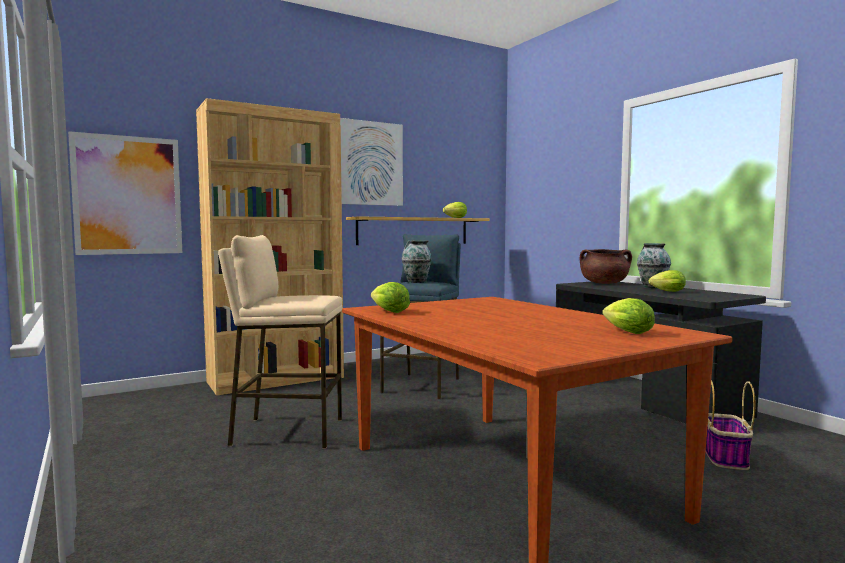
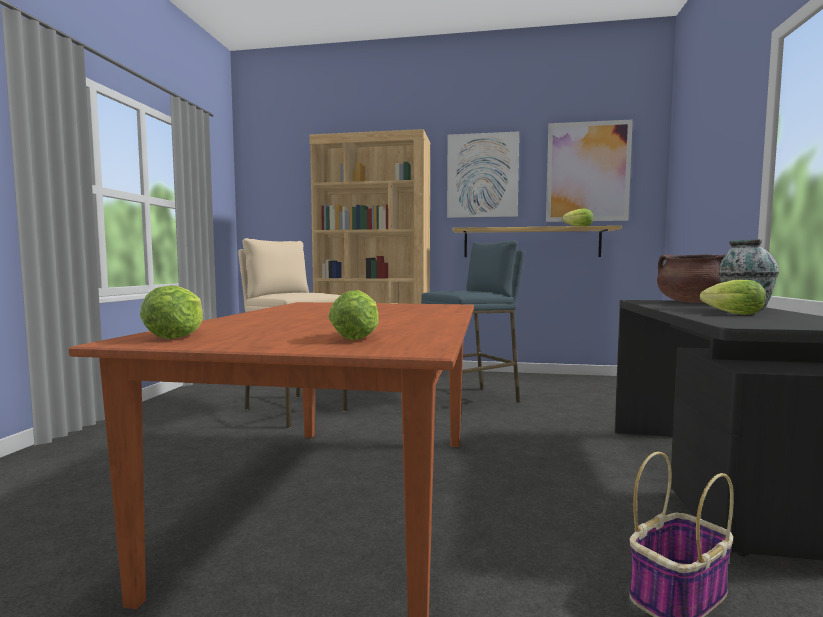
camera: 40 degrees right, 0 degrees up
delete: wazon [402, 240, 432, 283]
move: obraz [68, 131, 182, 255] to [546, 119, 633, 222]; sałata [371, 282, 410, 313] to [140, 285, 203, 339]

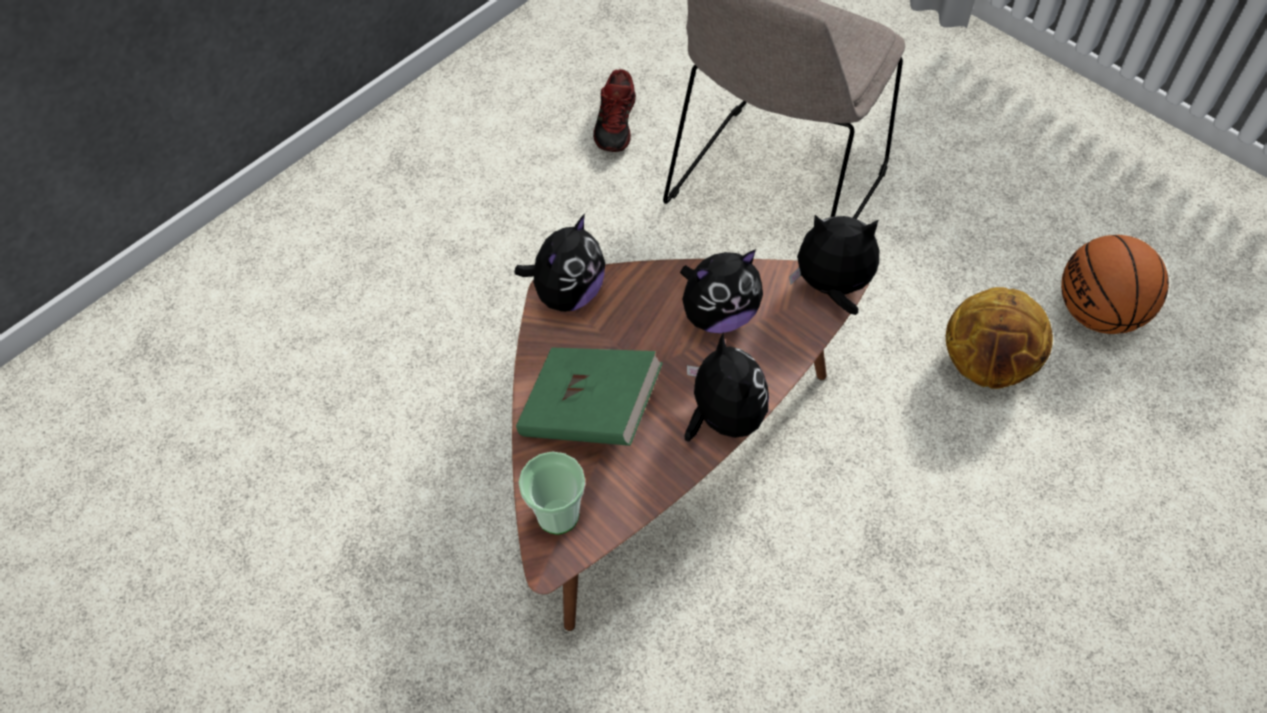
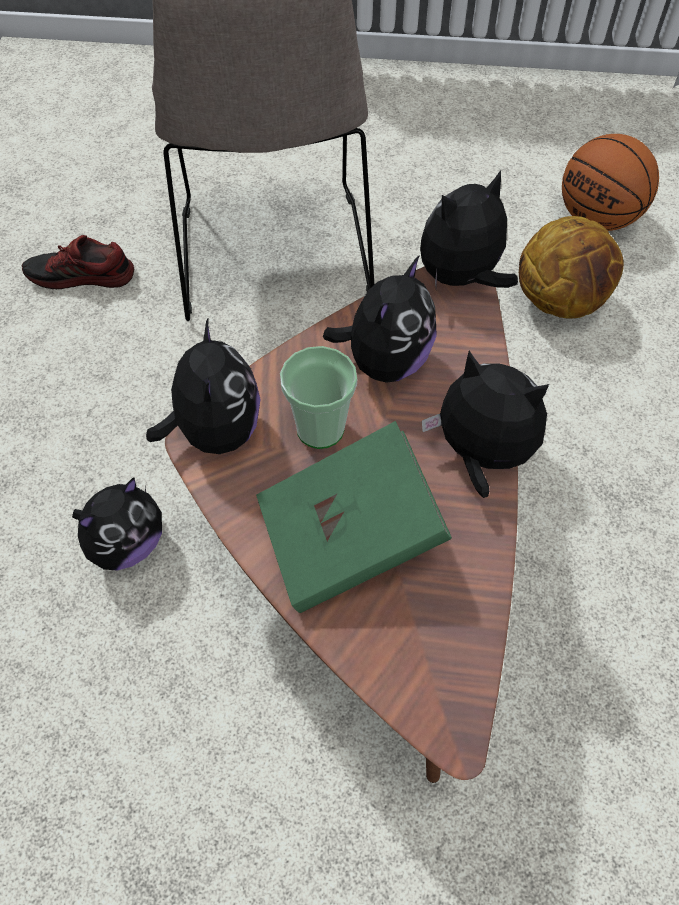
camera: 40 degrees left, 0 degrees up
insert: pluszak [72, 477, 162, 571]
move: filiżanka [518, 451, 585, 535] to [280, 346, 357, 449]
rotate: but [593, 69, 636, 152] = [22, 235, 134, 289] 120 degrees clockwise

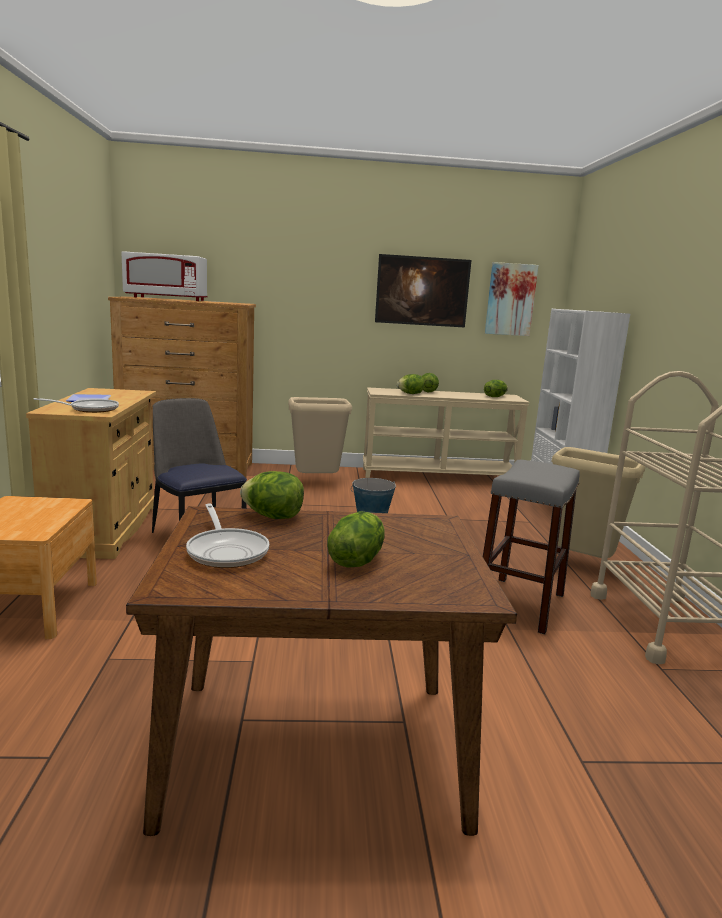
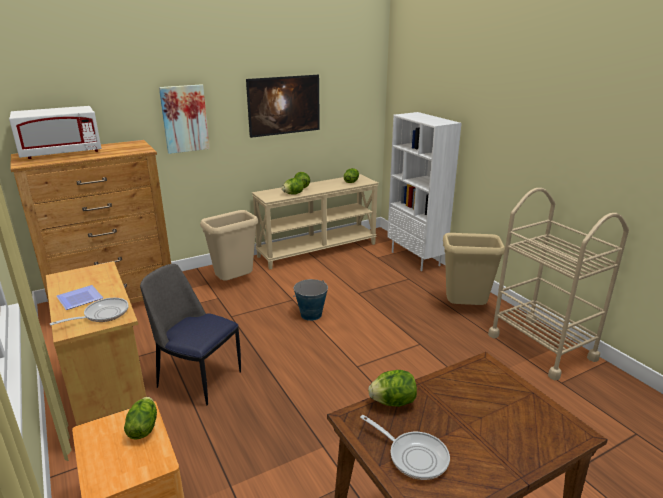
camera: 25 degrees left, 10 degrees up
delete: stołek (szary) [483, 460, 580, 634]
move: obraz [485, 262, 539, 336] to [159, 84, 210, 154]; sałata [327, 511, 384, 568] to [124, 397, 157, 439]

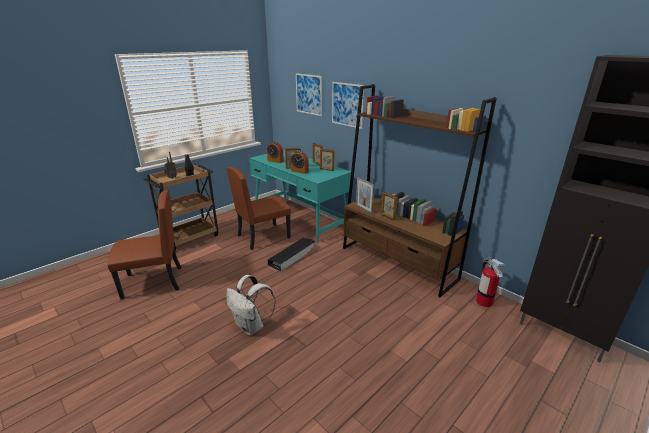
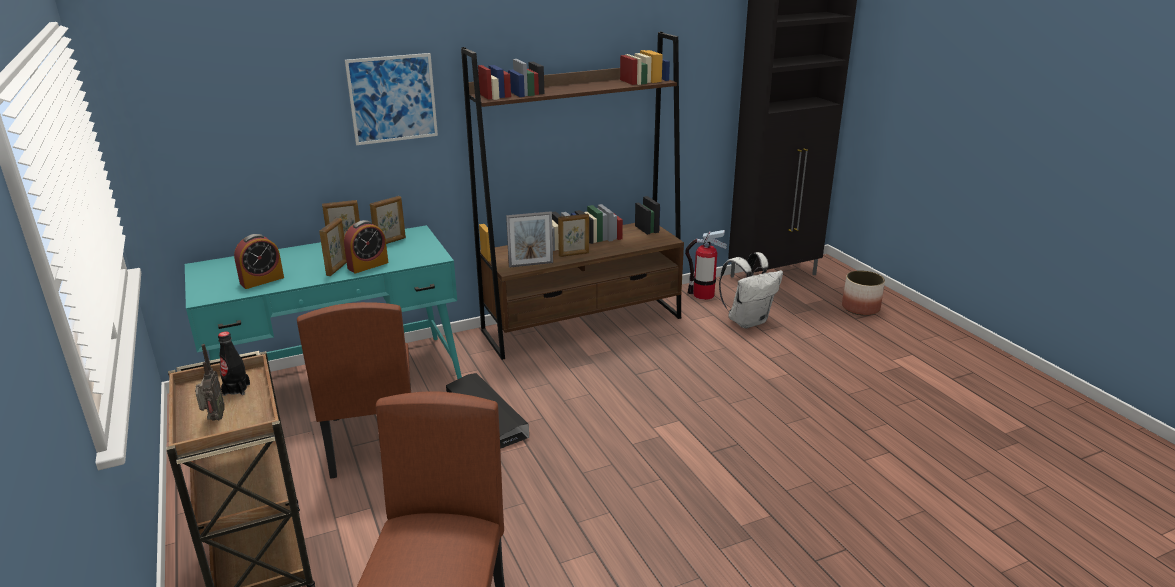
camera: 70 degrees left, 0 degrees up
delete: obraz [296, 73, 322, 116]
insert: donica [842, 270, 885, 316]
move: plecak (biały) [226, 275, 276, 335] to [719, 252, 783, 328]

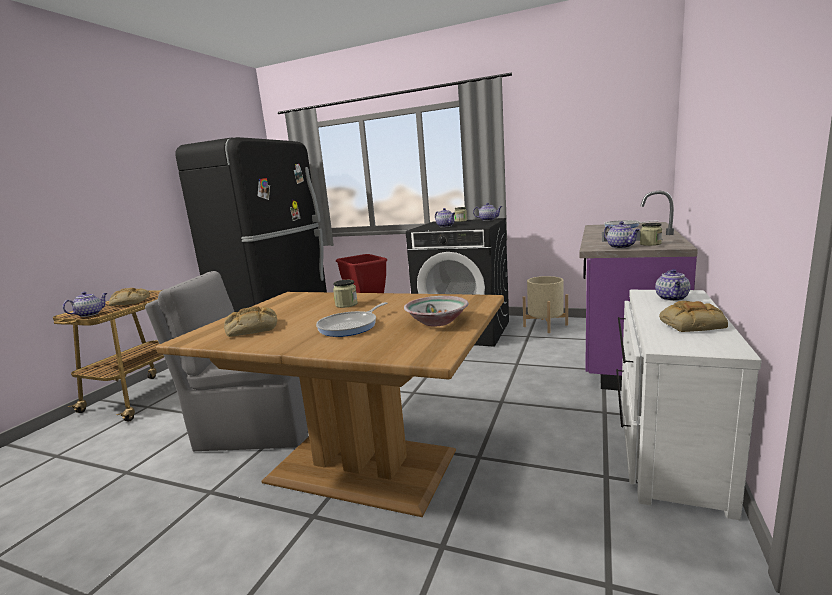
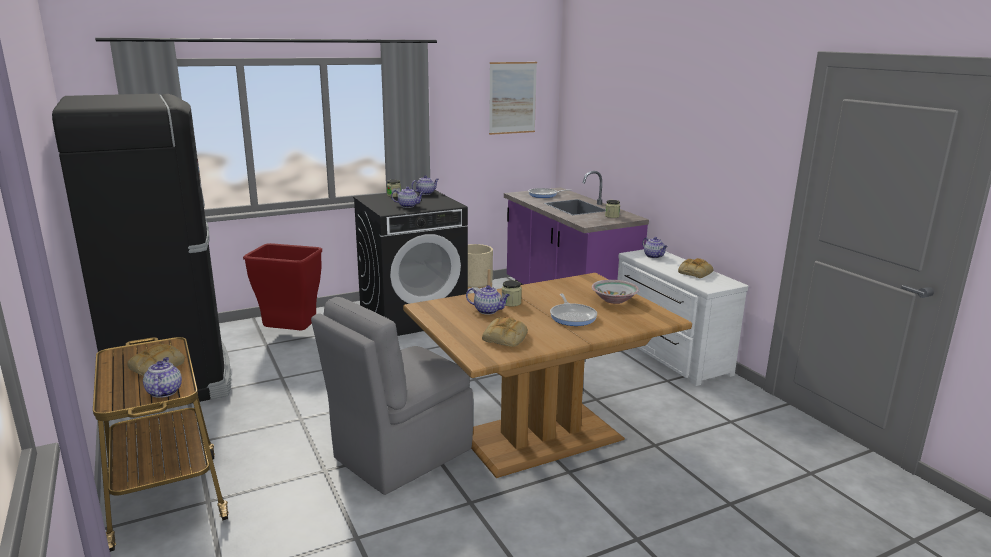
camera: 50 degrees left, 5 degrees up
insert: obraz [489, 62, 537, 135]
move: imbryk [604, 221, 640, 248] to [466, 285, 510, 315]

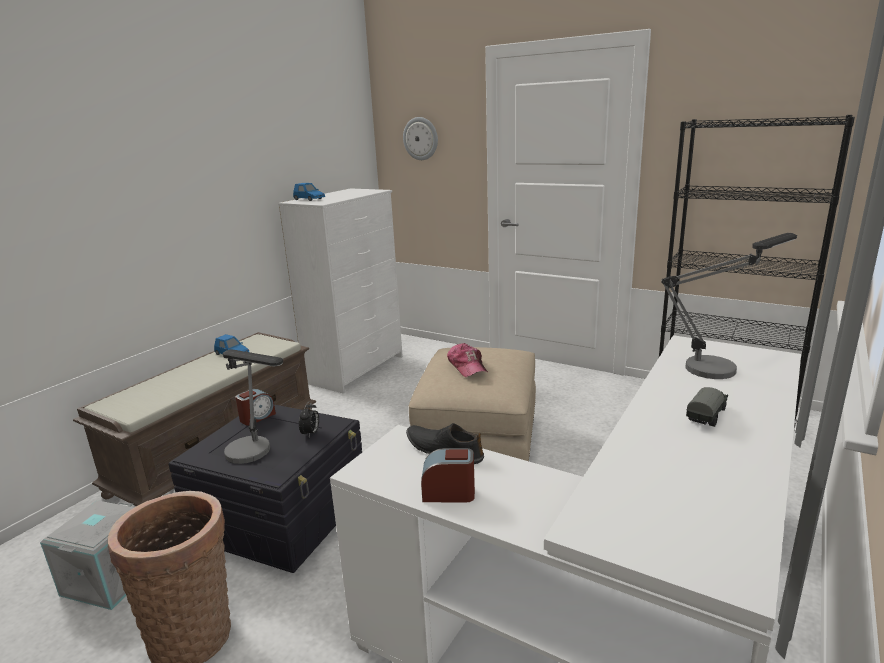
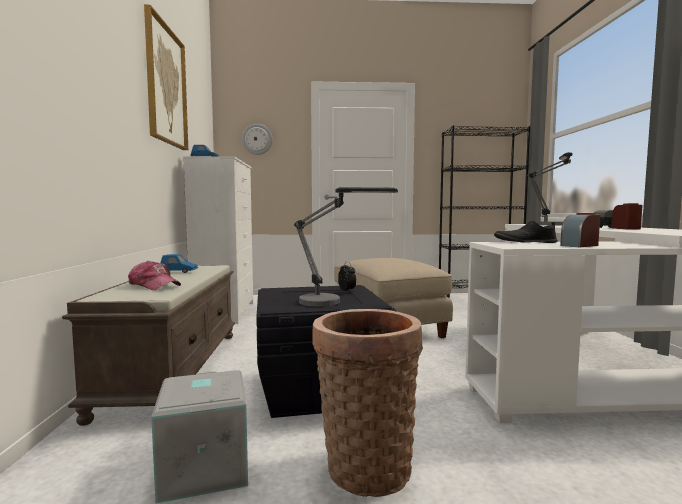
camera: 35 degrees left, 15 degrees down
insert: obraz [144, 5, 188, 150]
move: czapka z daszkiem [447, 343, 488, 377] to [128, 261, 181, 290]; budzik [235, 389, 276, 426] to [611, 203, 643, 229]

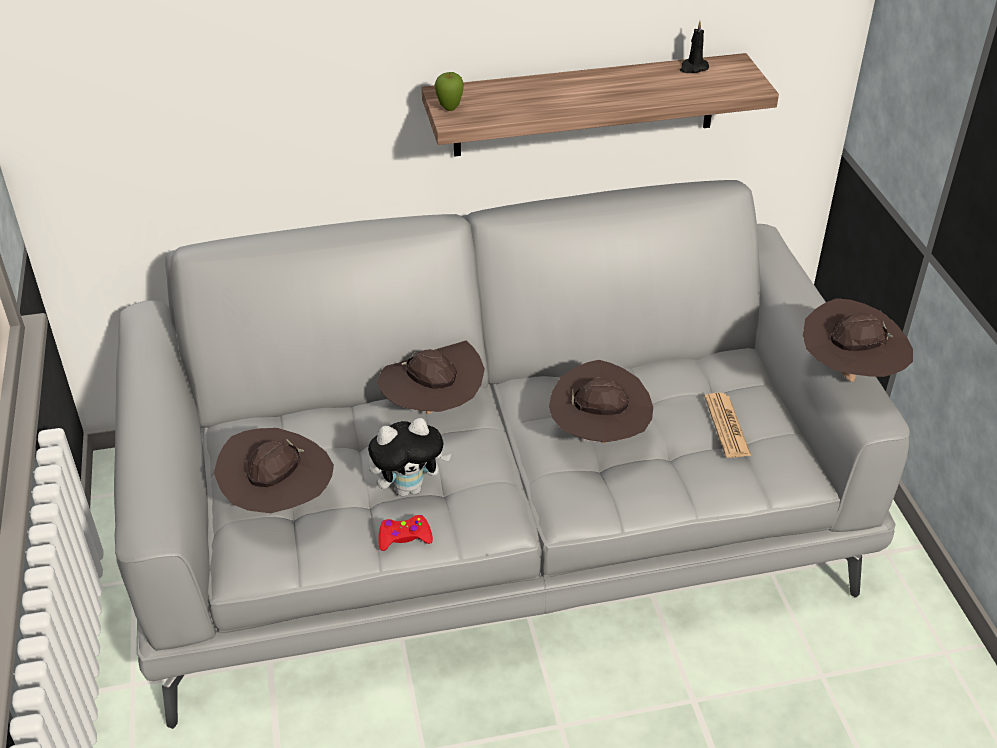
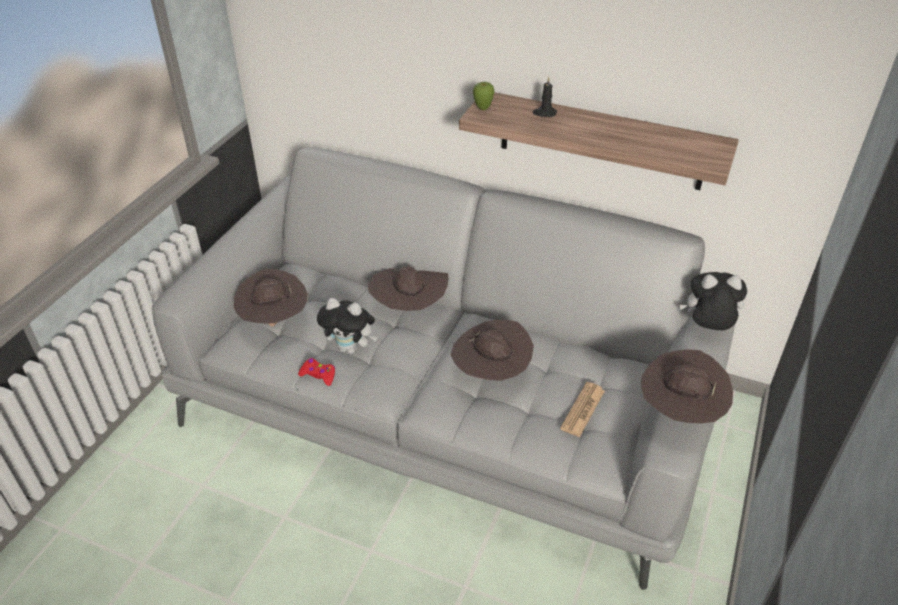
camera: 35 degrees right, 0 degrees up
insert: pluszak [679, 272, 747, 330]
move: świeca (czarny) [680, 21, 709, 73] to [533, 77, 557, 117]

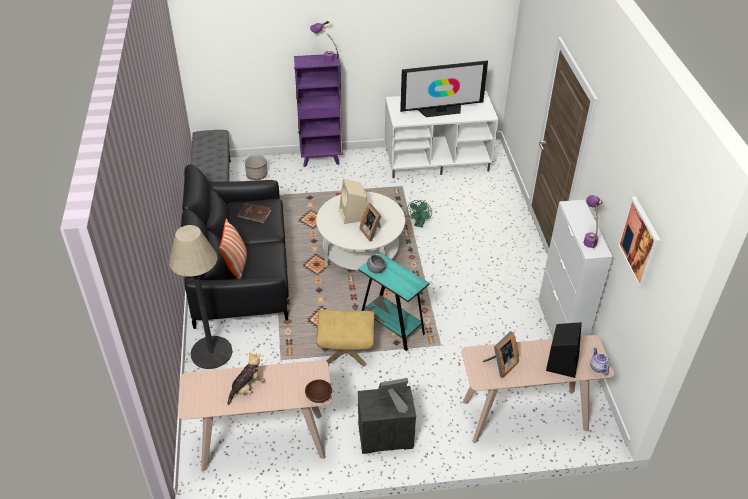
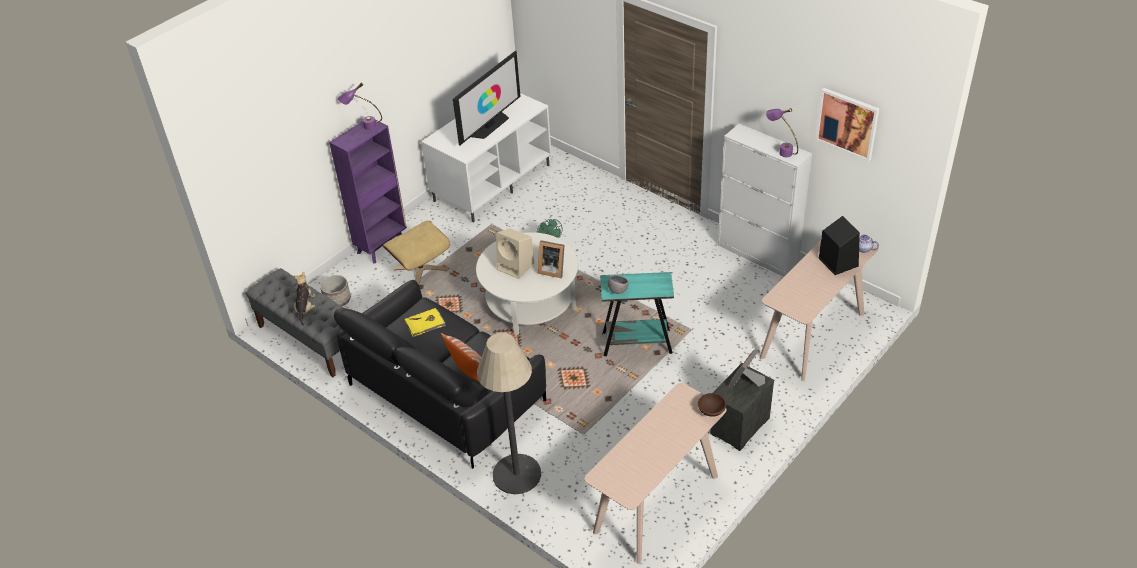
camera: 40 degrees left, 0 degrees up
delete: ramka na zdjęcie [483, 331, 519, 378]
move: pufa (beżowy) [316, 310, 375, 367] to [383, 221, 450, 284]; pluszak [228, 352, 265, 405] to [294, 272, 315, 326]
recolor: książka (brązowy) [238, 203, 271, 223] to książka (żółty) [405, 308, 446, 337]

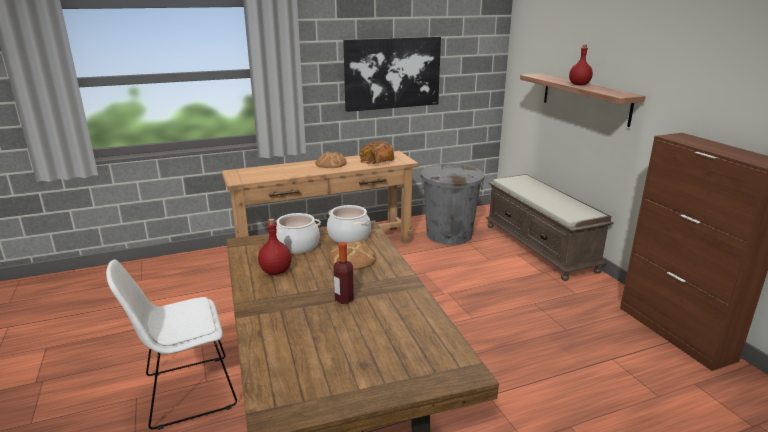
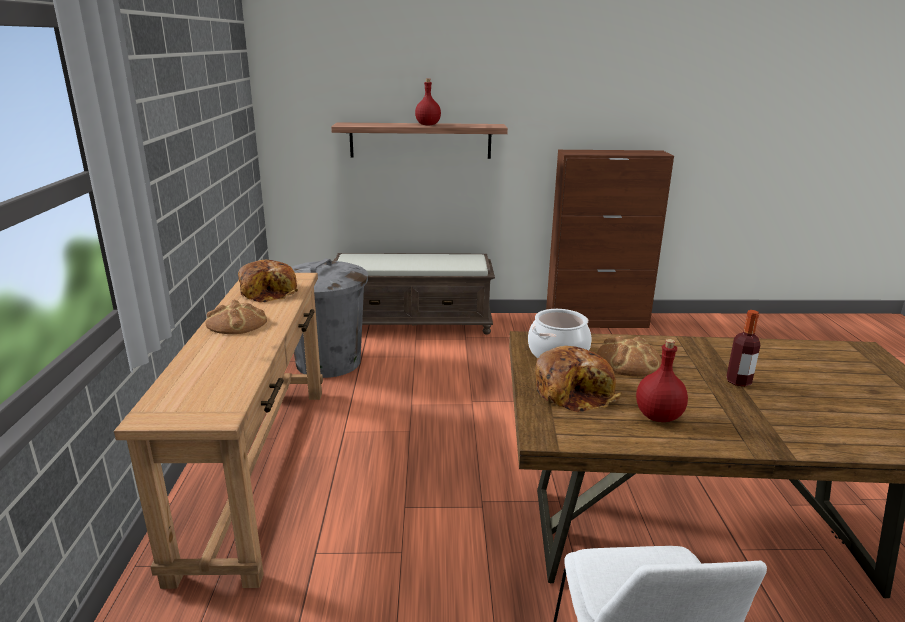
camera: 70 degrees left, 0 degrees up
delete: obraz [343, 36, 441, 112]
replace: garnek [276, 213, 321, 254] to chleb [535, 346, 622, 412]

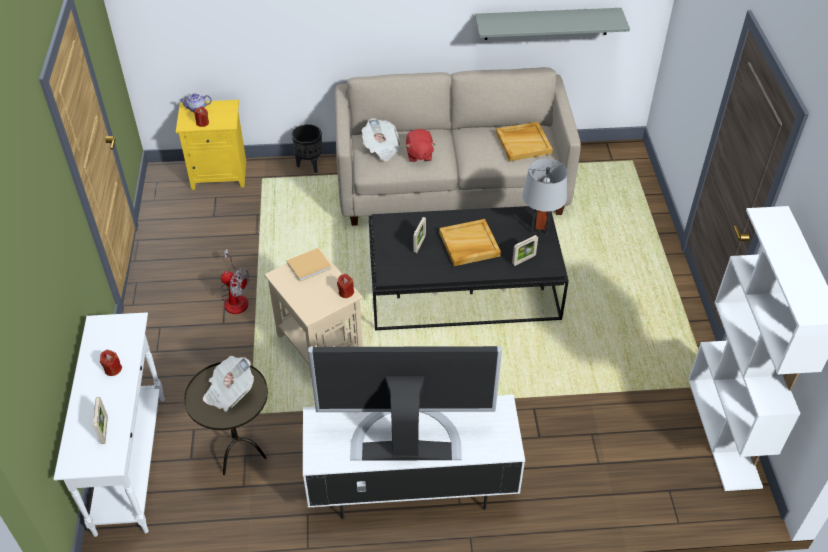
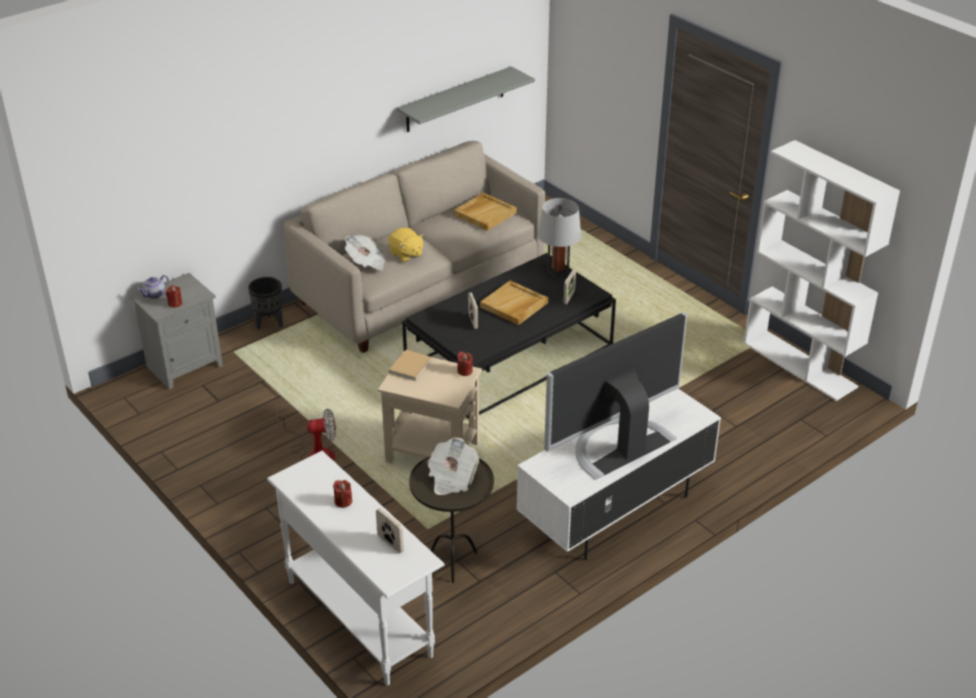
camera: 35 degrees left, 10 degrees down
recolor: szafka nocna (żółty) [176, 100, 246, 190] to szafka nocna (szary) [130, 273, 223, 389]; pluszak (czerwony) [406, 129, 435, 162] to pluszak (żółty) [388, 228, 424, 262]

